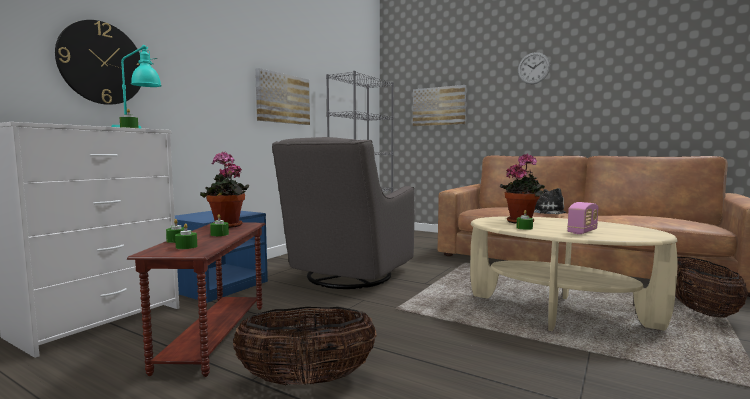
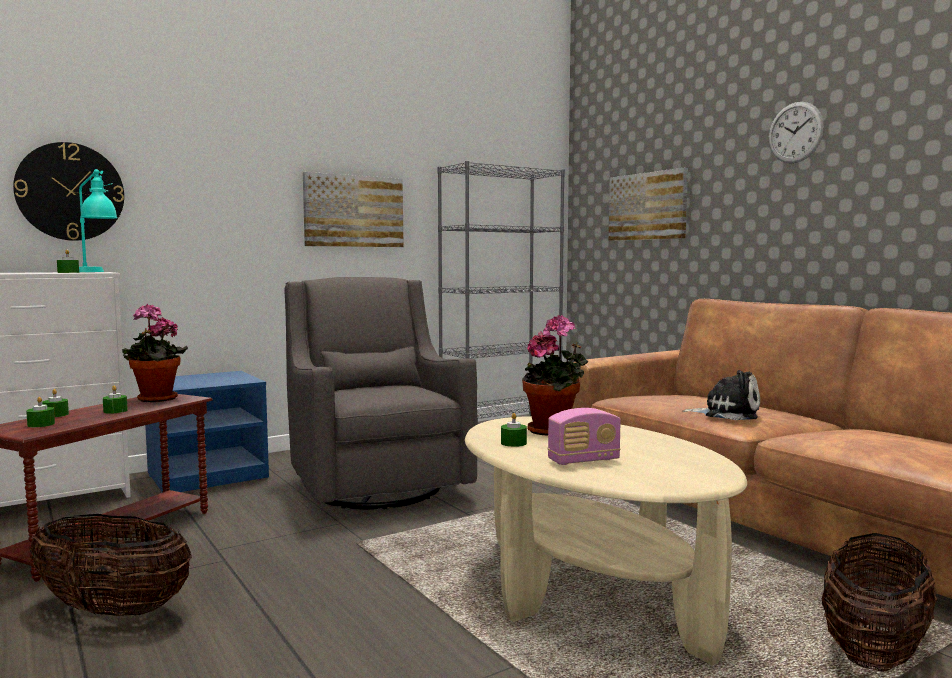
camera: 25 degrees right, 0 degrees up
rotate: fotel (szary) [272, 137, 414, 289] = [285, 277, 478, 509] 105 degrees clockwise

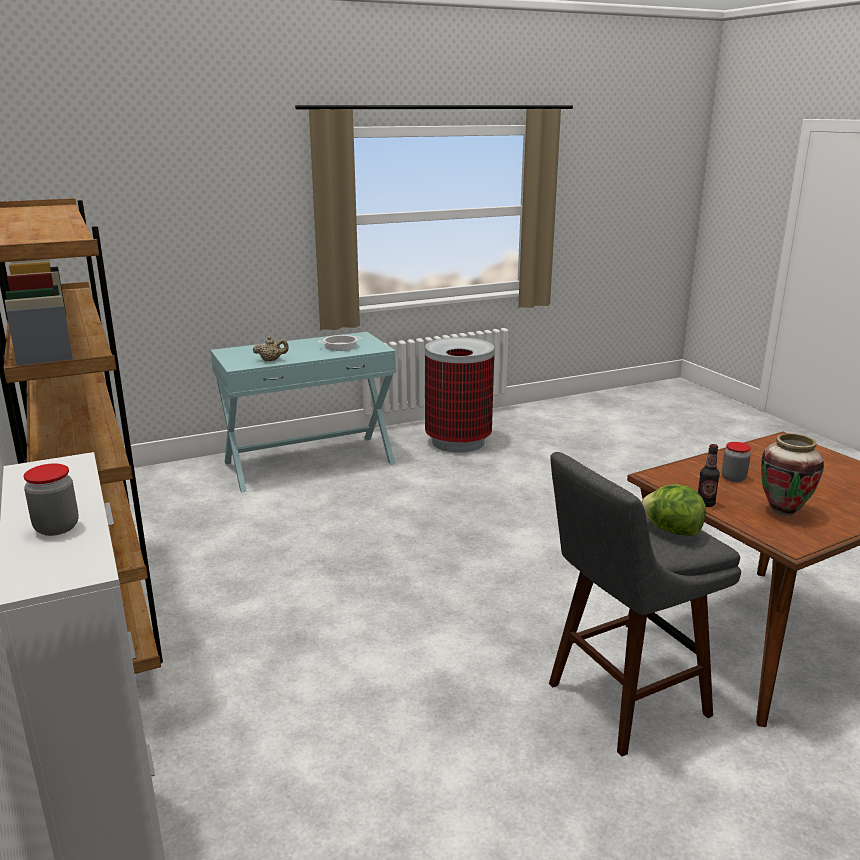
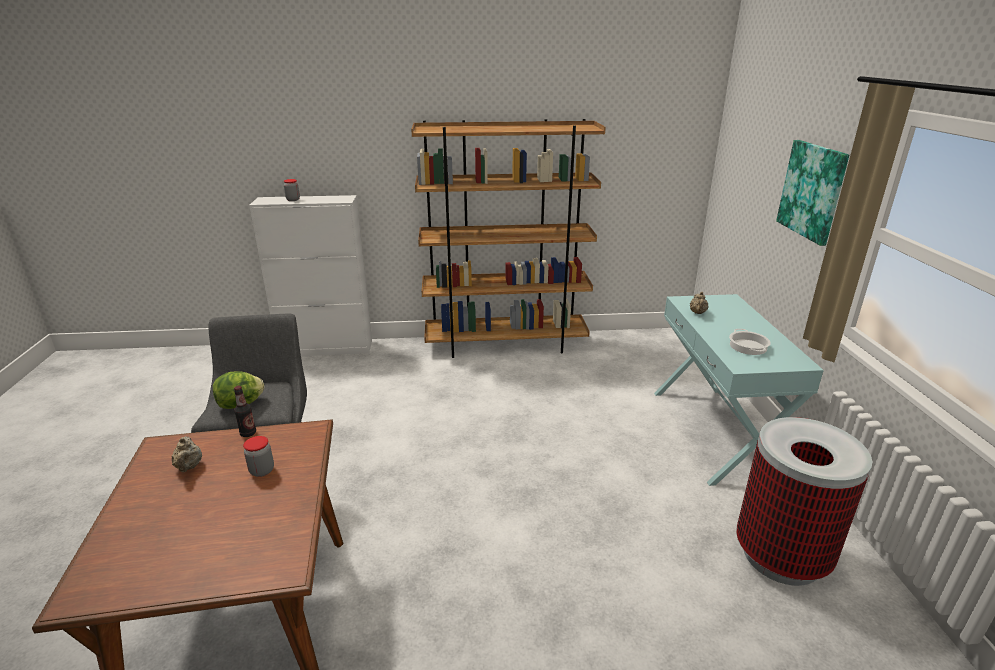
camera: 110 degrees right, 5 degrees up
insert: obraz [776, 140, 849, 246]
replace: wazon [761, 433, 824, 516] to imbryk (beżowy) [172, 436, 202, 472]

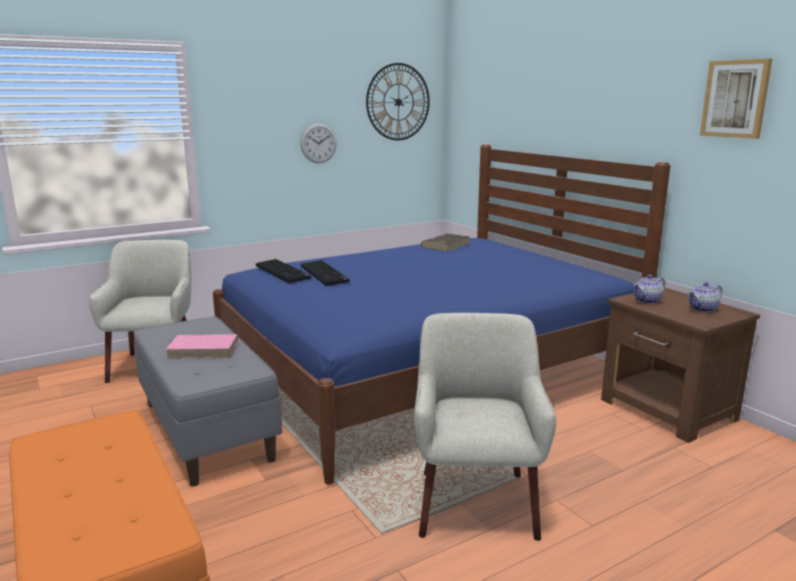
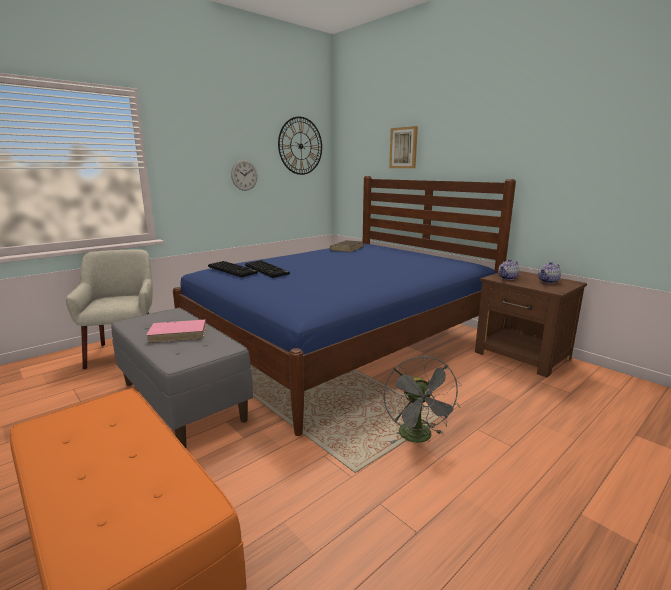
camera: 10 degrees left, 0 degrees up
move: obraz [700, 59, 772, 139] to [389, 126, 418, 168]
replace: fotel (beżowy) [414, 313, 556, 541] to wentylator (szary) [383, 356, 461, 444]

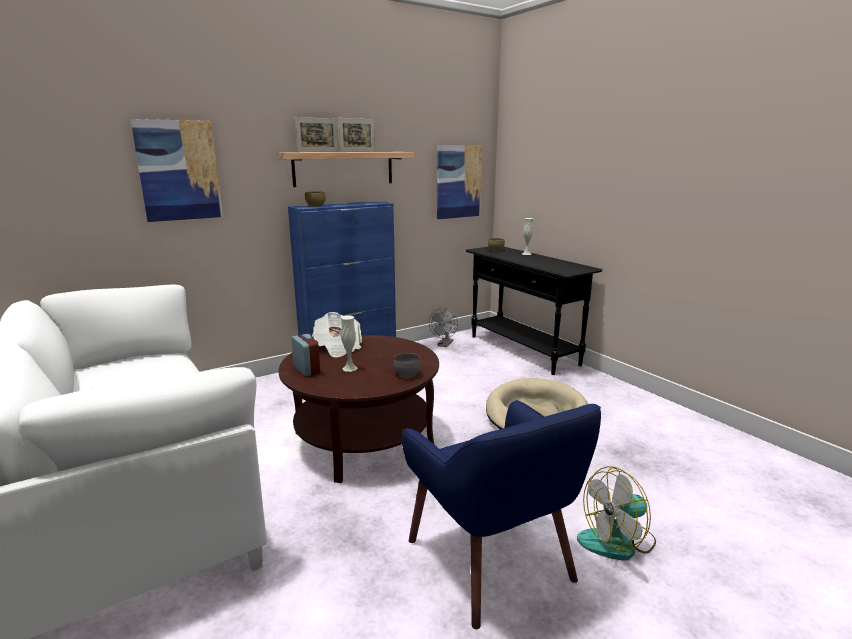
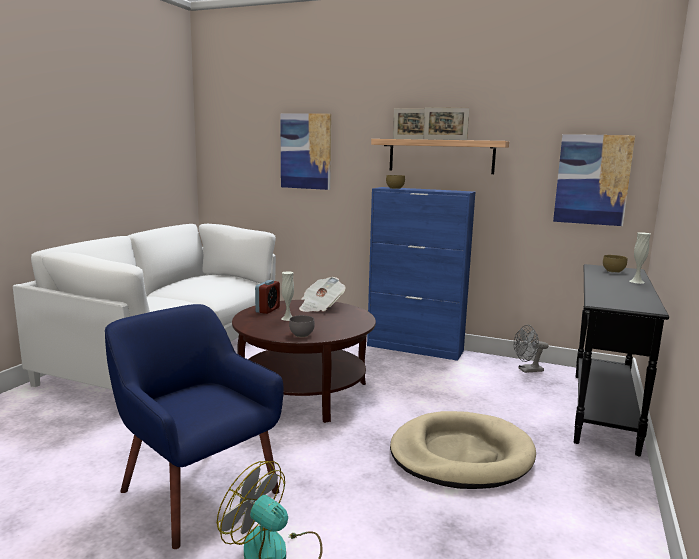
camera: 55 degrees right, 5 degrees down
rotate: fotel (niebieski) [402, 400, 601, 629] = [105, 304, 284, 549] 105 degrees clockwise

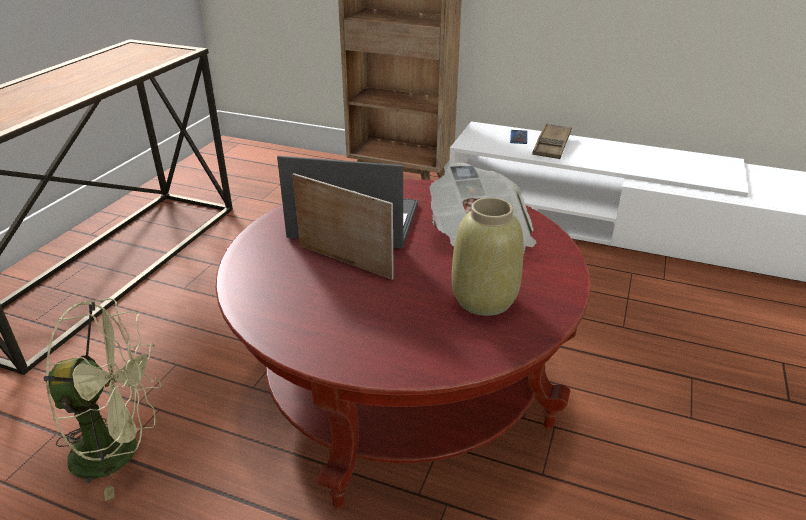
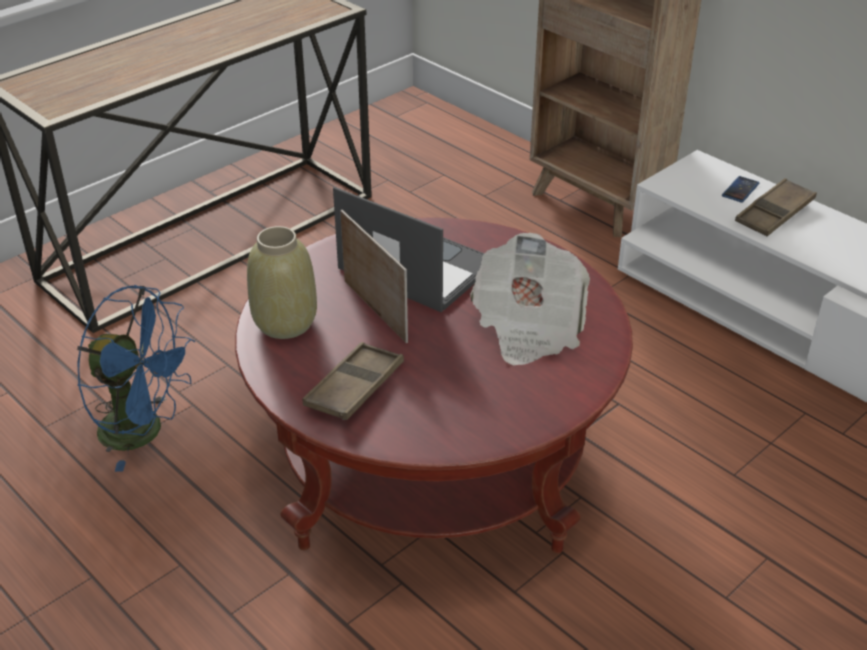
camera: 25 degrees right, 5 degrees up
insert: taca (brązowy) [303, 342, 404, 420]
move: wazon (beżowy) [452, 198, 524, 316] to [247, 226, 317, 339]
recolor: wentylator (zielony) [43, 298, 161, 501] to wentylator (niebieski) [77, 285, 195, 472]

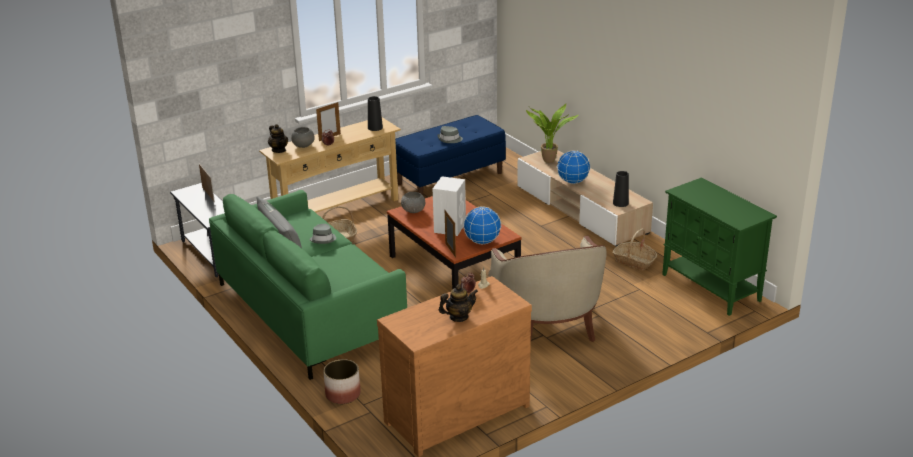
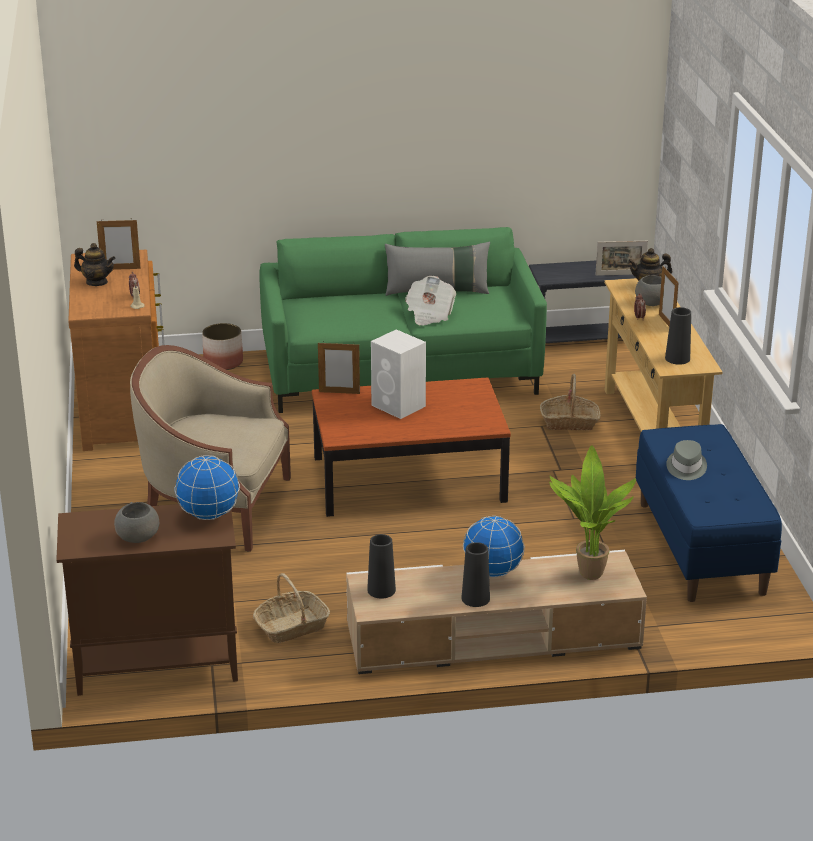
camera: 115 degrees right, 0 degrees up
insert: ramka na zdjęcie [97, 218, 141, 270]; wazon (czarny) [462, 542, 490, 607]
move: miska (szary) [401, 192, 425, 213] to [114, 502, 159, 543]; globus [463, 206, 501, 244] to [175, 455, 240, 520]
replace: kapelusz (szary) [309, 224, 336, 244] to gazeta [405, 276, 457, 325]
recolor: szafka (zielony) [662, 178, 777, 316] to szafka (brązowy) [56, 504, 238, 696]
rotate: imbryk [439, 285, 478, 322] = [74, 243, 115, 286] 75 degrees counterclockwise

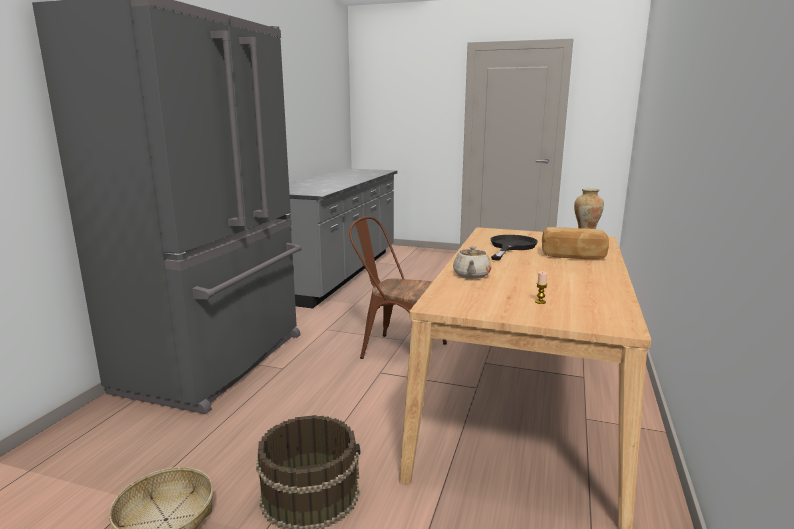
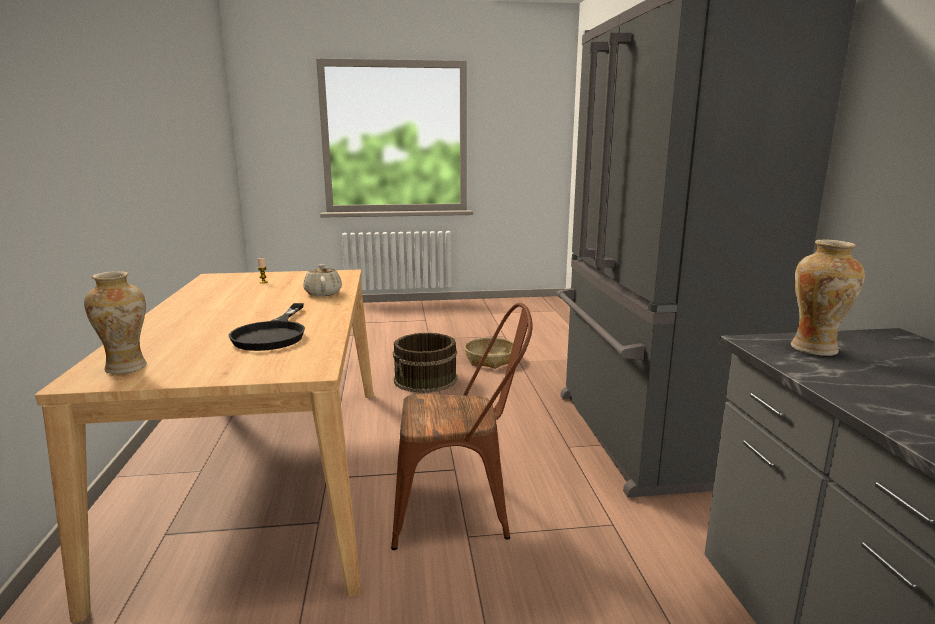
camera: 155 degrees right, 0 degrees up
delete: chleb [542, 227, 609, 259]
insert: wazon [791, 239, 865, 356]

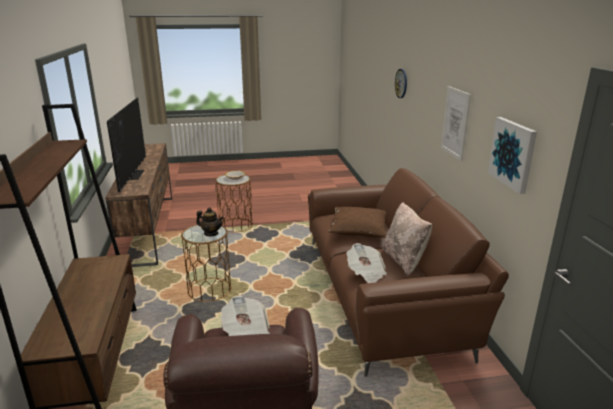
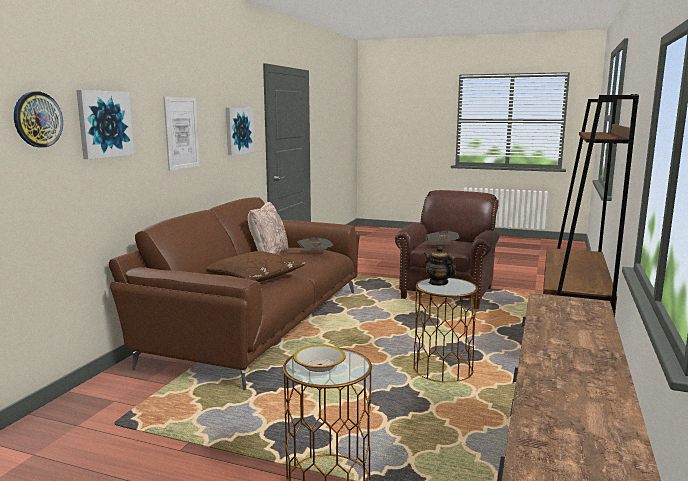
camera: 150 degrees left, 10 degrees down
delete: telewizor [107, 97, 146, 192]
insert: obraz [76, 90, 134, 159]

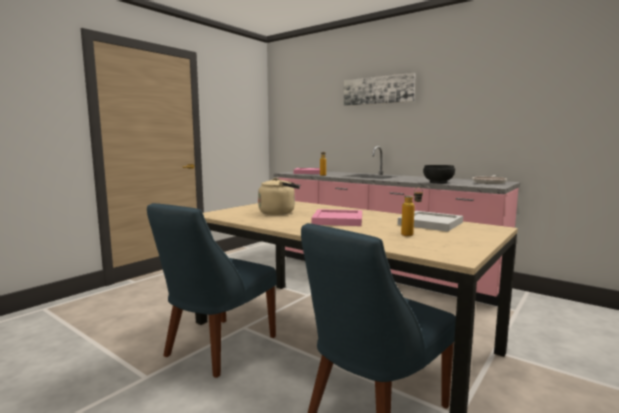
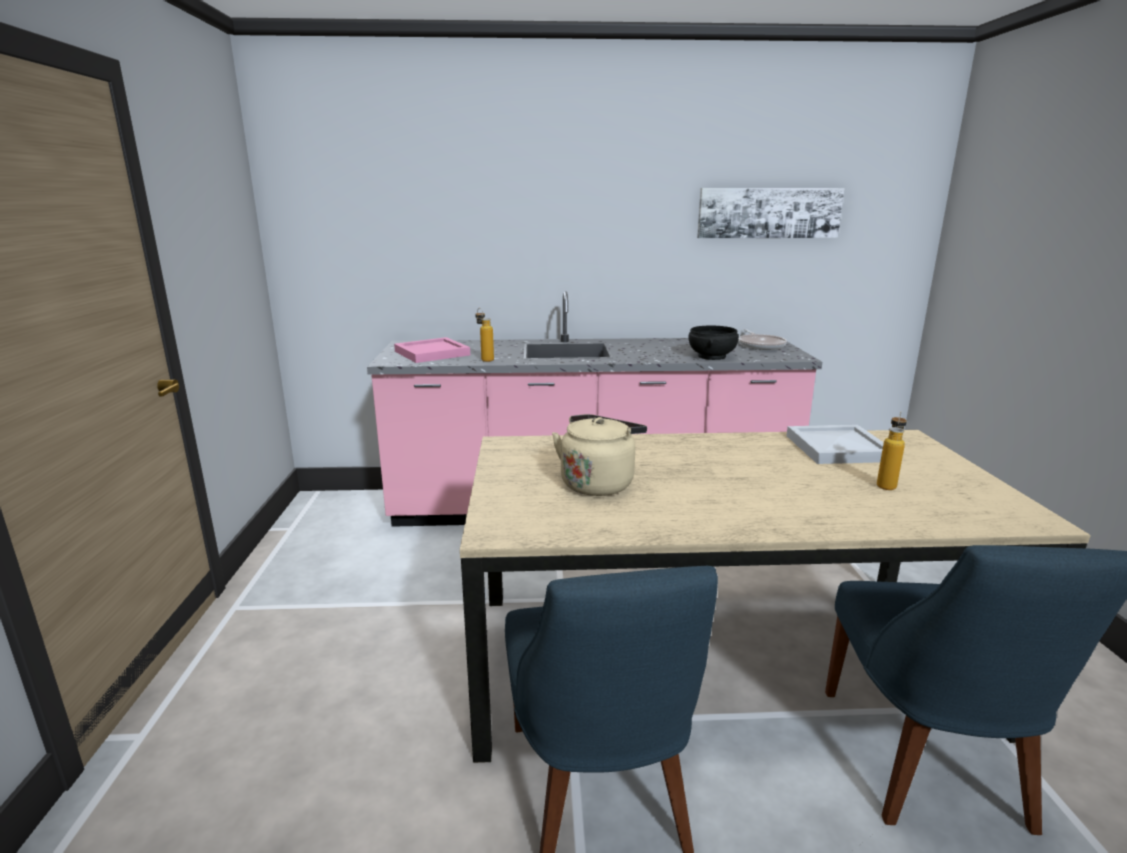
camera: 40 degrees left, 10 degrees up
delete: taca (różowy) [311, 209, 362, 226]
move: obraz [344, 73, 416, 106] to [697, 188, 845, 238]

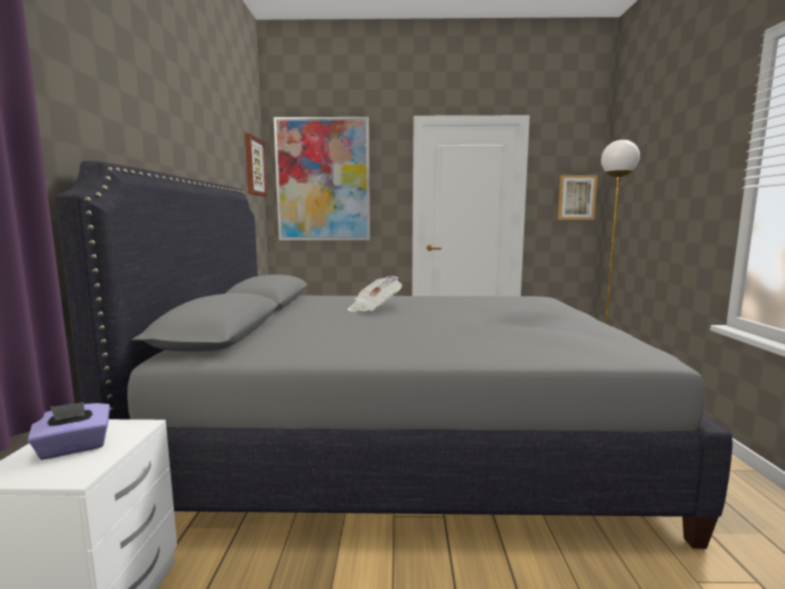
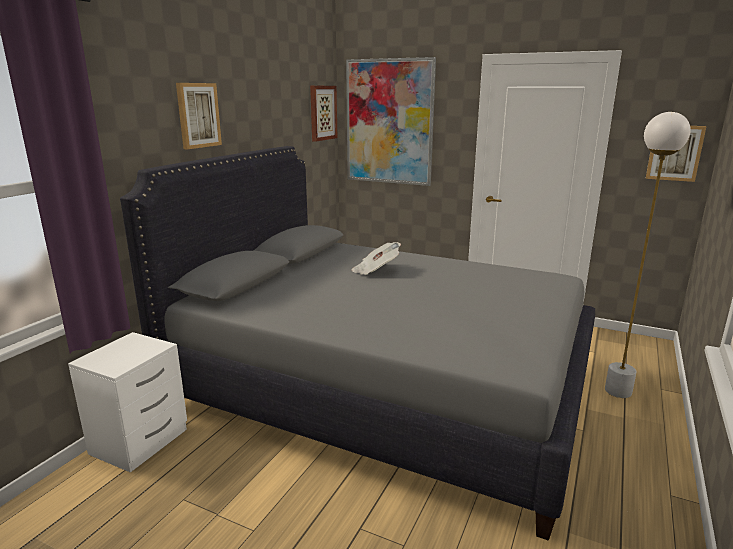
camera: 25 degrees right, 10 degrees up
delete: pudełko chusteczek (fioletowy) [28, 402, 110, 460]
insert: obraz [176, 83, 222, 150]

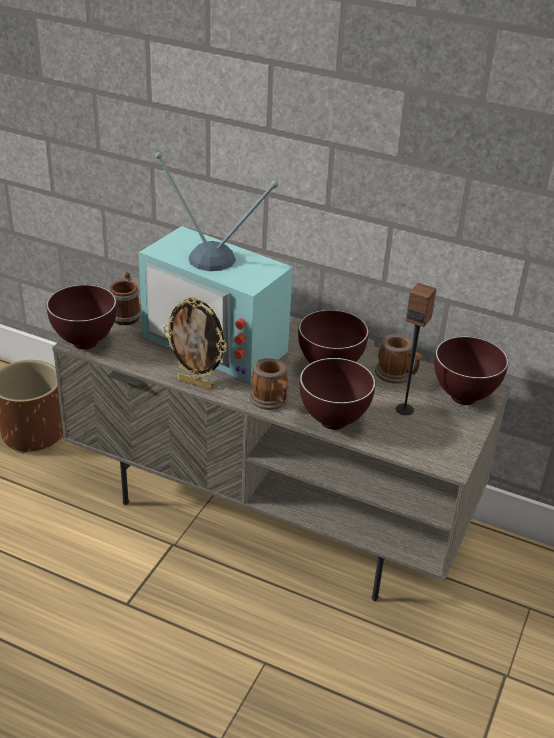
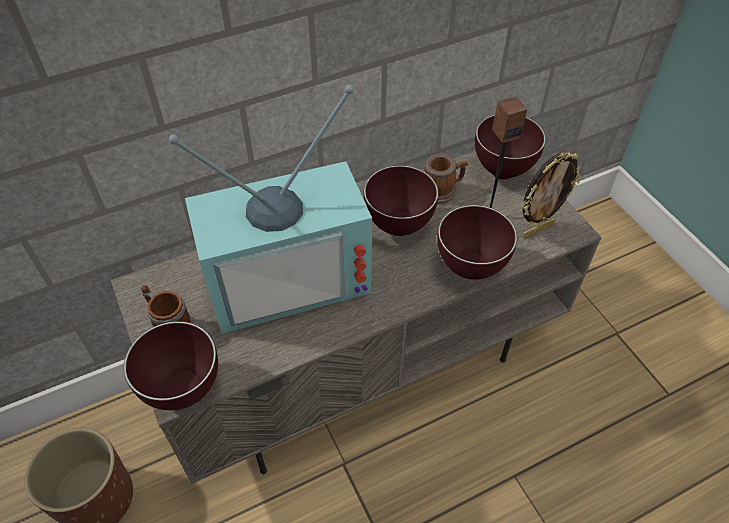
camera: 50 degrees left, 15 degrees up
delete: kubek [249, 358, 289, 410]
move: ramka na zdjęcie [163, 297, 227, 389] to [522, 152, 581, 238]

